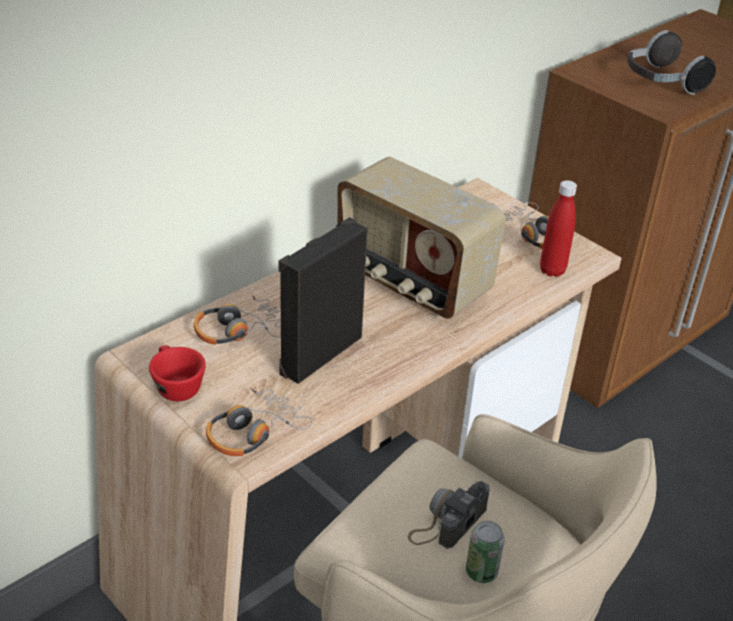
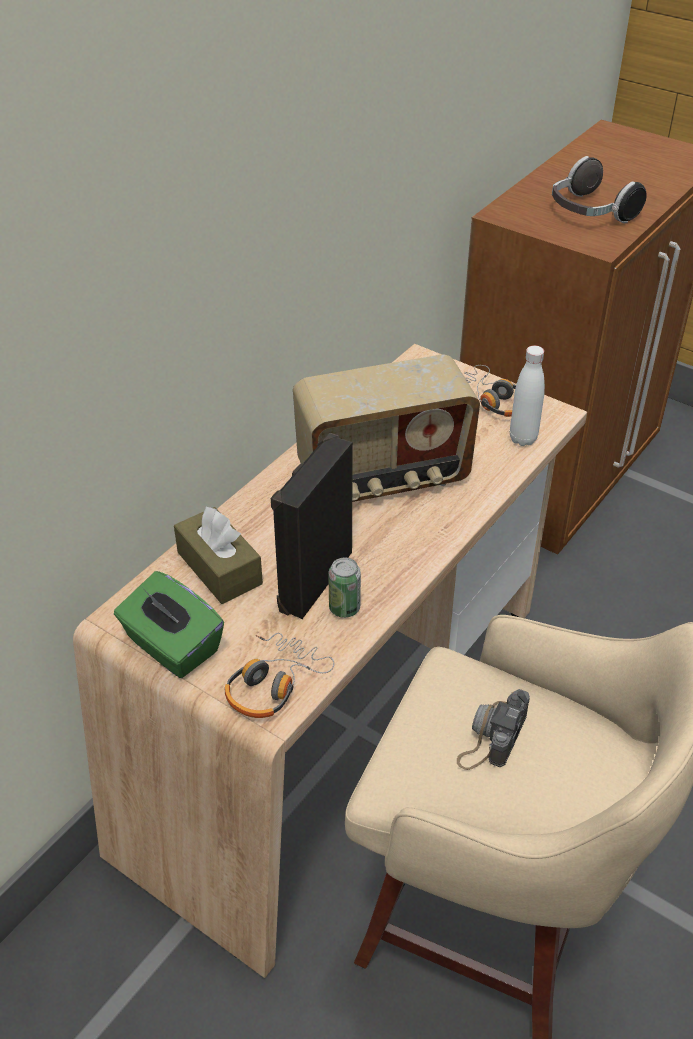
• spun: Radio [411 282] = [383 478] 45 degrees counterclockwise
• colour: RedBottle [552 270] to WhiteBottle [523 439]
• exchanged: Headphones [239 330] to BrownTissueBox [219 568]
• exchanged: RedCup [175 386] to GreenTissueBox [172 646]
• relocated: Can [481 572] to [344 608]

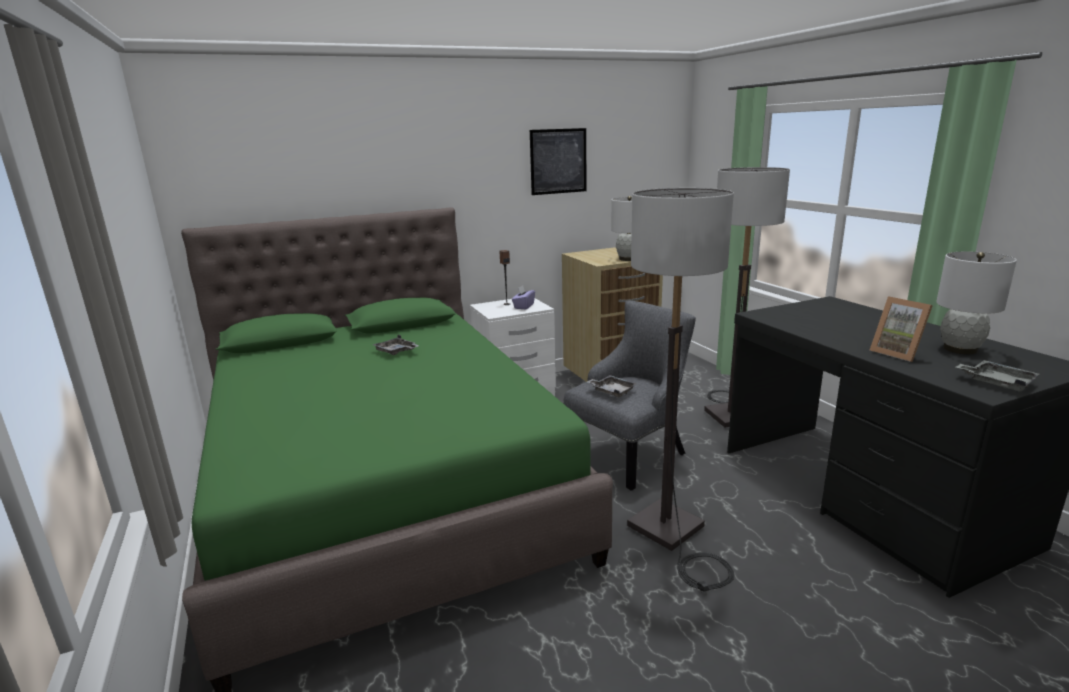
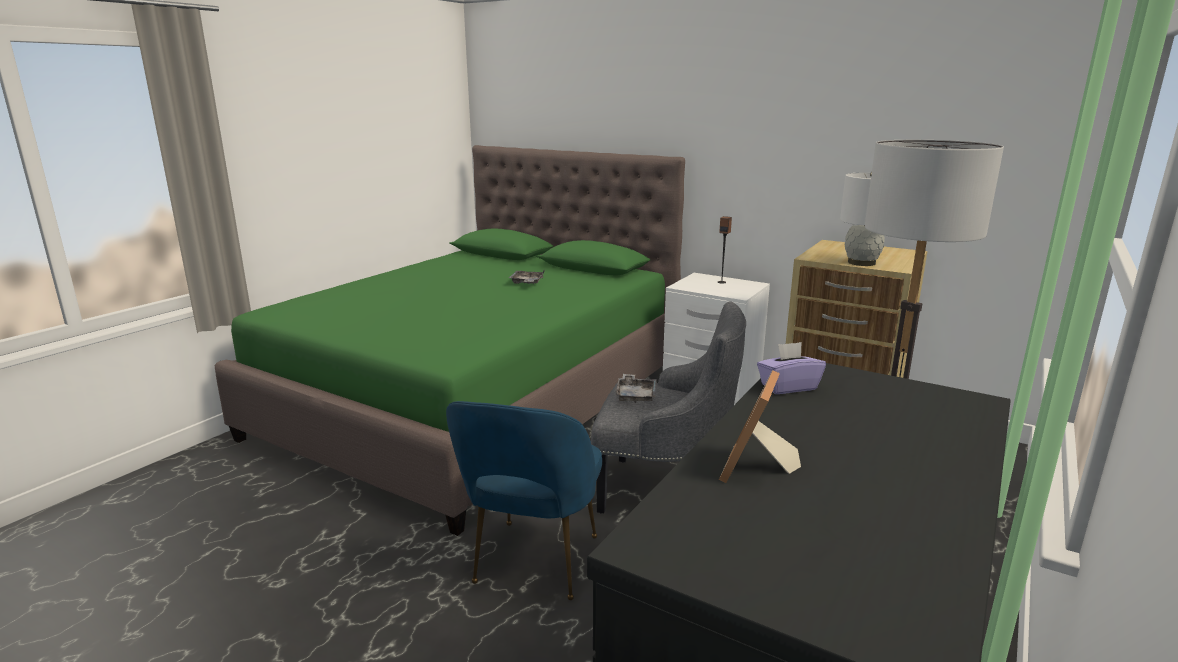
• missing: Picture [558 161]
• exchanged: FloorLamp [676 540] to BlueChair [533 567]
• missing: WhiteTableLamp [959 349]
• relocated: PurpleTissueBox [523 306] to [788 387]
• missing: GreyTray [997 382]

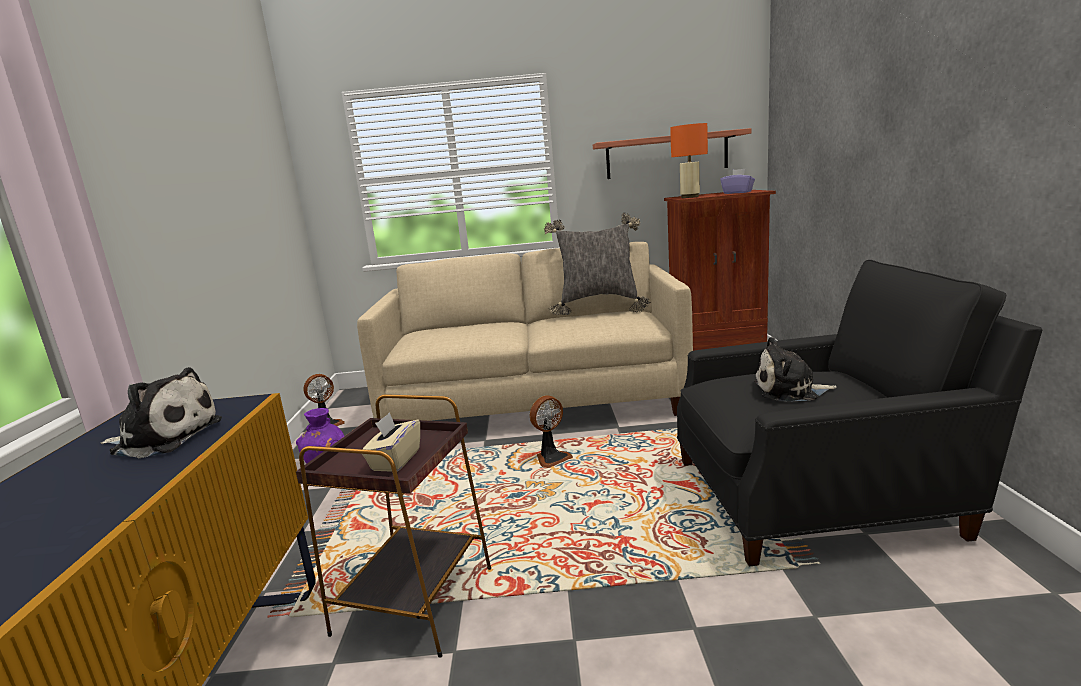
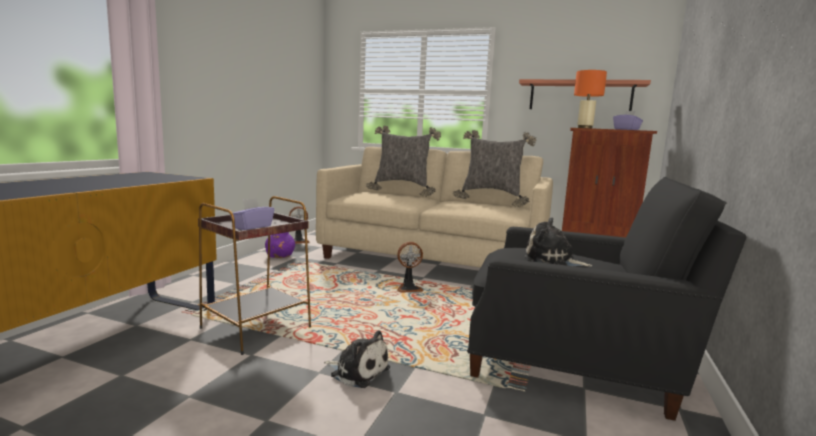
• relocated: PlushToy [164 438] to [358 371]
• colour: BeigeTissueBox [395 460] to PurpleTissueBox [252 227]
• appeared: Pillow [402 193]

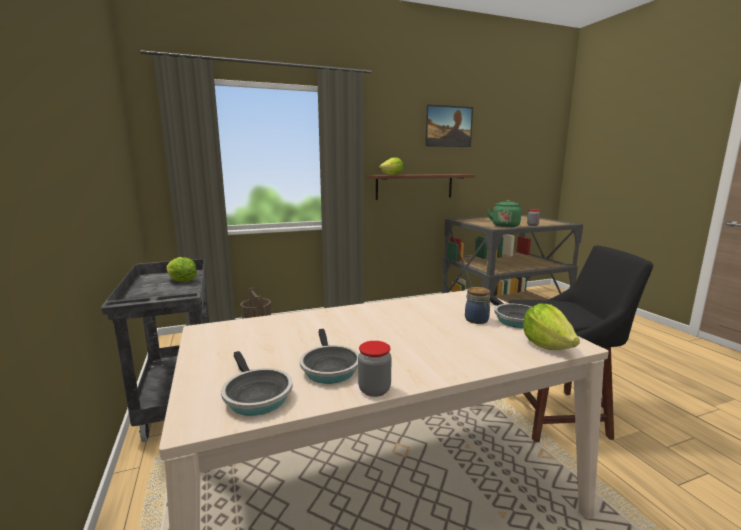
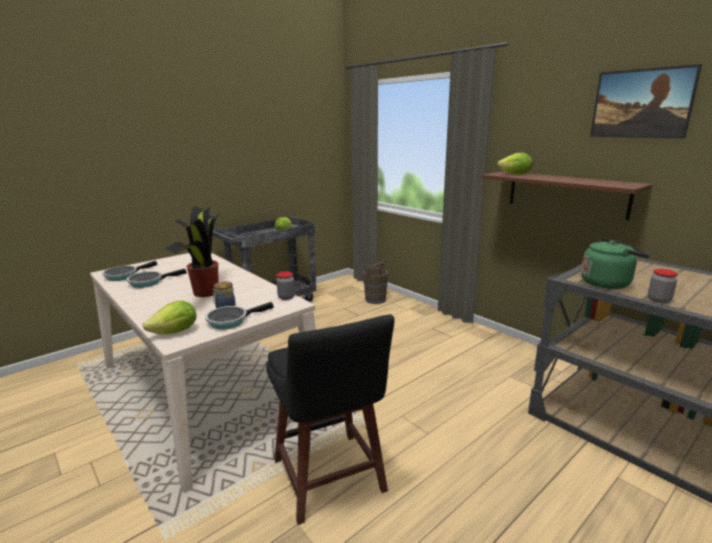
• relocated: Jar [374 390] to [286 297]
• appeared: PottedPlant [205 293]

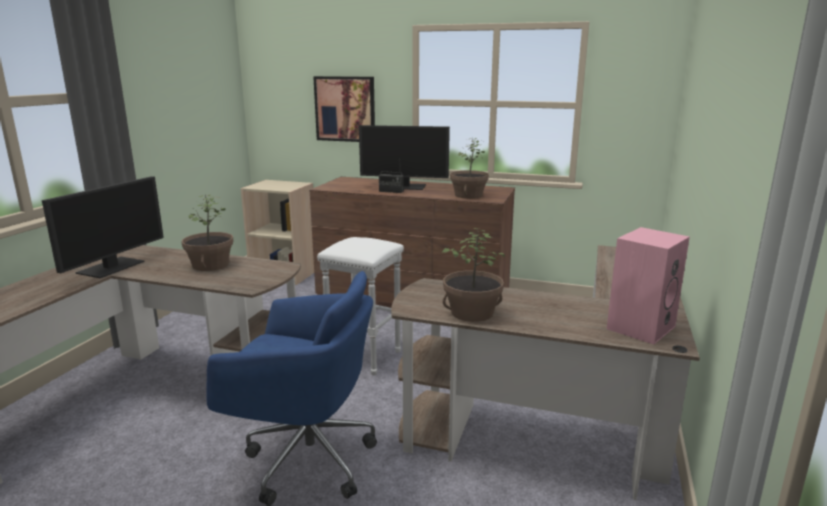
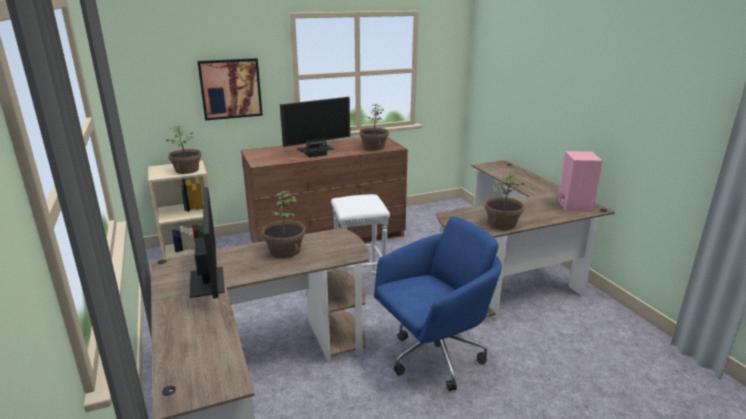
• appeared: PottedPlant [187 170]

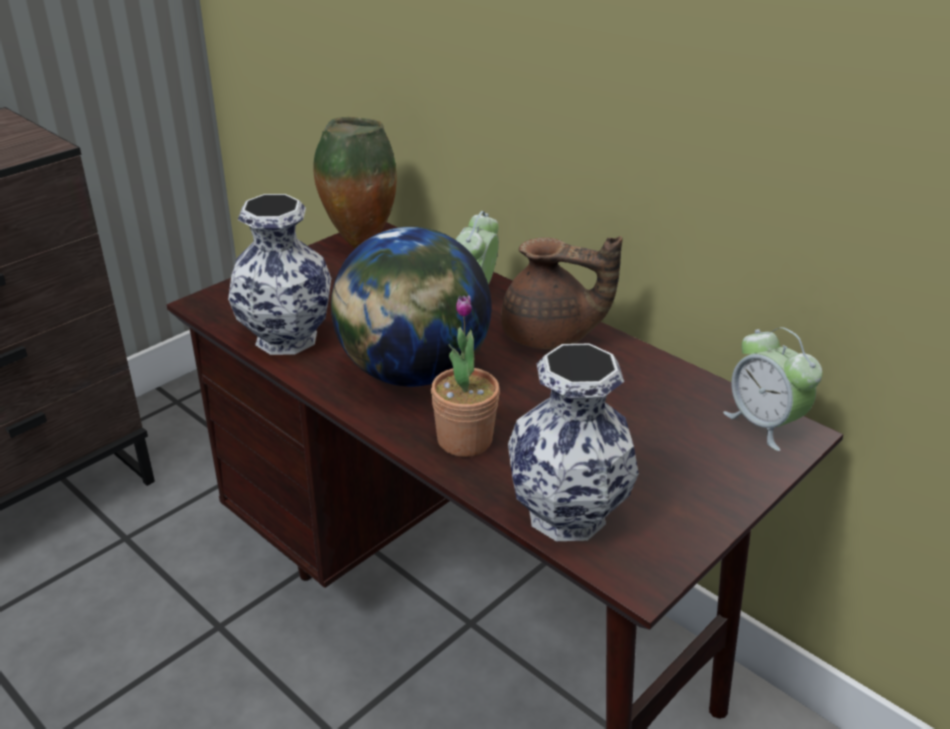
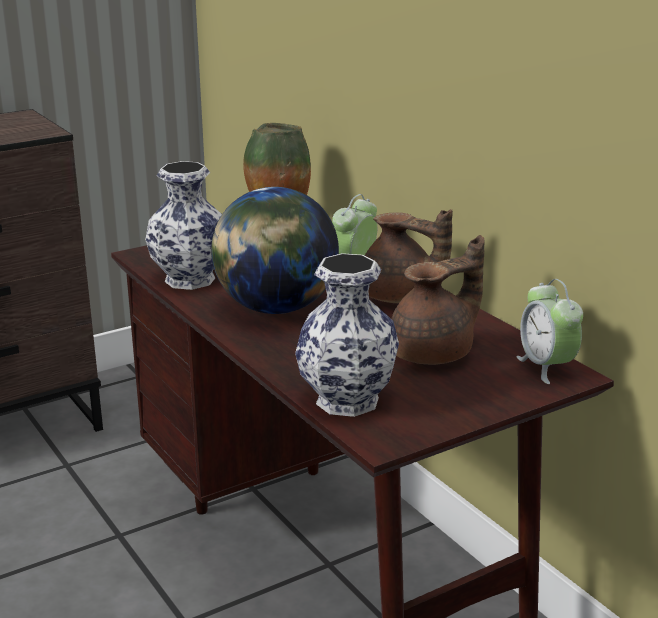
• missing: PottedPlant [464 440]
• appeared: BrownTeapot [435 353]

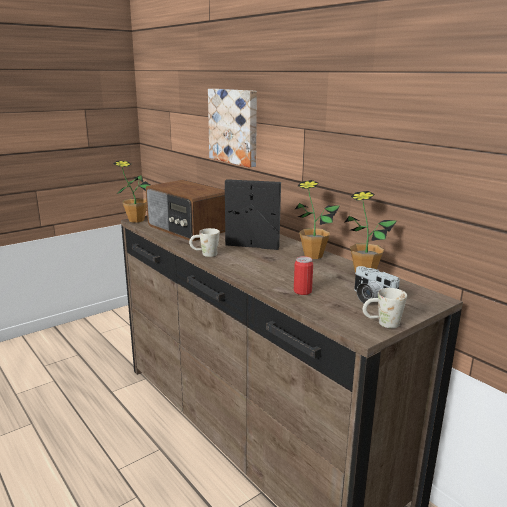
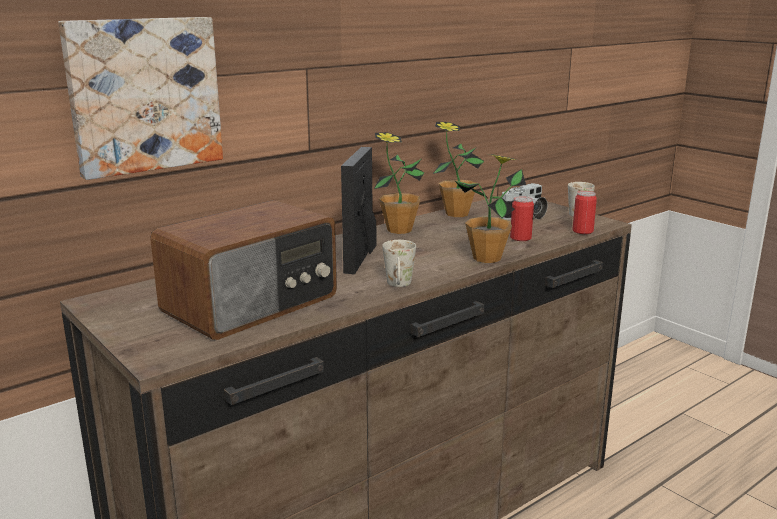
• relocated: PottedPlant [136 220] to [487 258]
• appeared: Can [582 231]

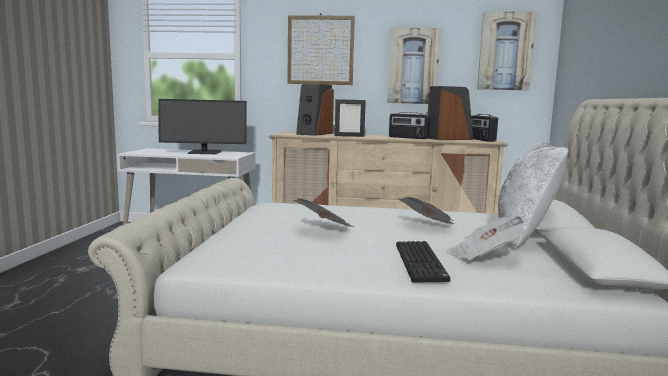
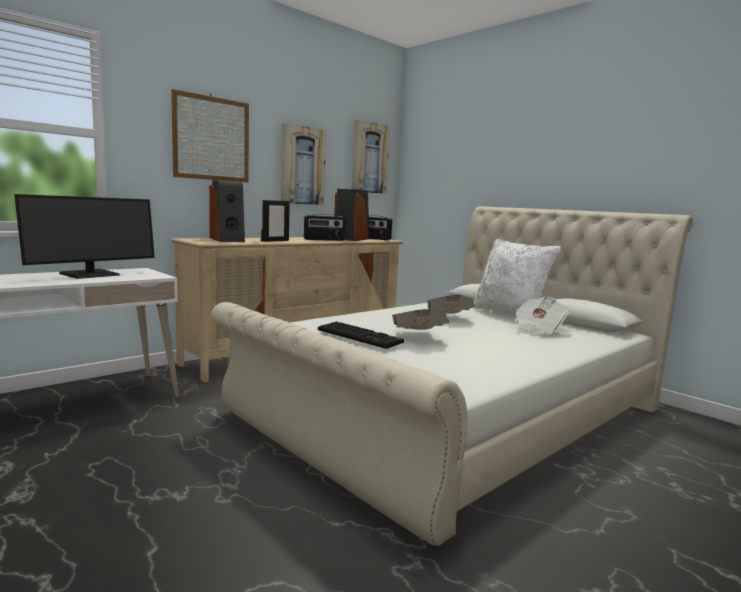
• relocated: Keyboard [422 263] to [361 336]

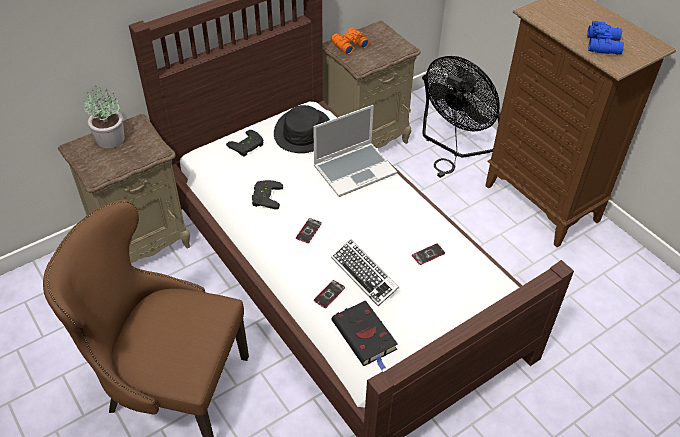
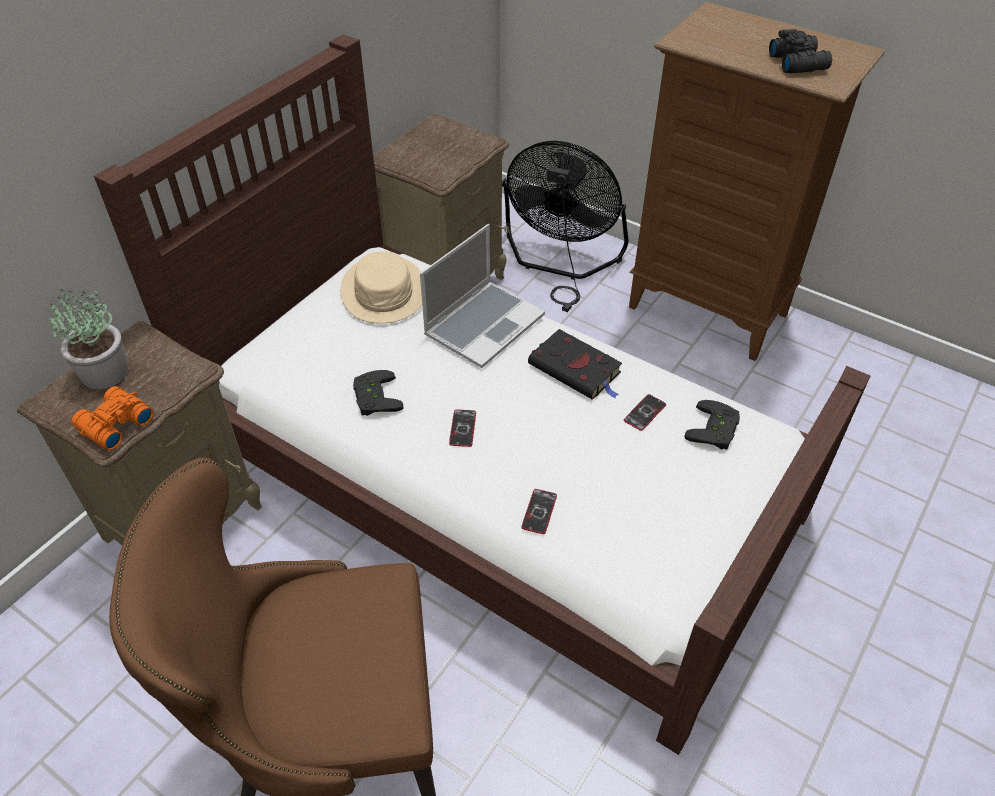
• colour: BlueBinoculars [604 45] to BlackBinoculars [798 62]
• relocated: OrangeBinoculars [348 45] to [114 424]
• colour: BlackHat [303 132] to BeigeHat [384 291]
• relocated: BlackGameController [247 146] to [716 430]
• missing: Keyboard [364 275]
• relocated: BlackBook [365 337] to [577 370]

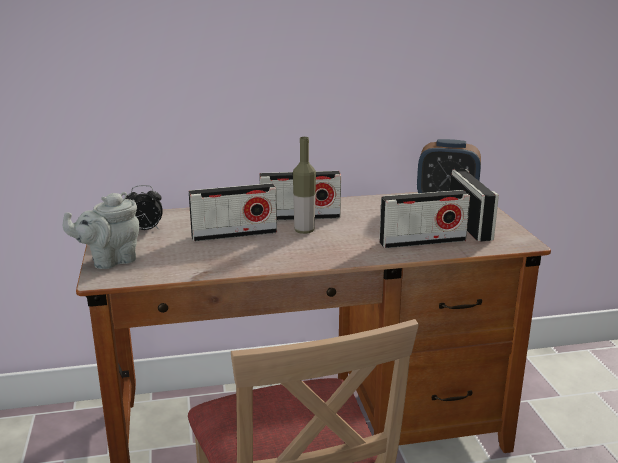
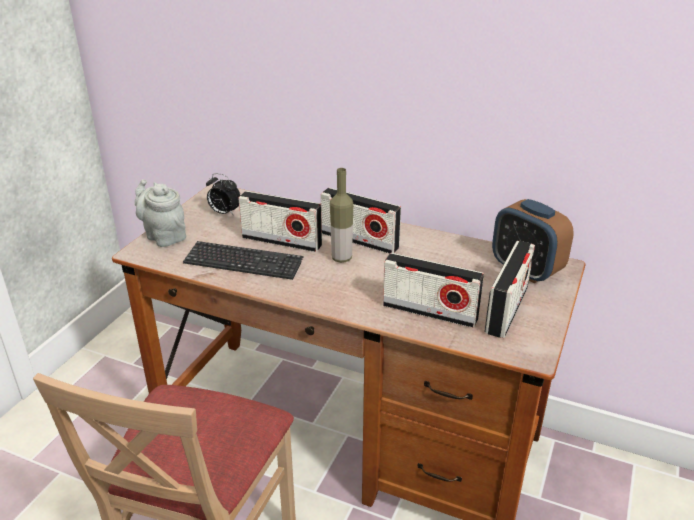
• spun: GreyTeapot [110 261] = [164 236] 45 degrees clockwise
• appeared: Keyboard [243 262]

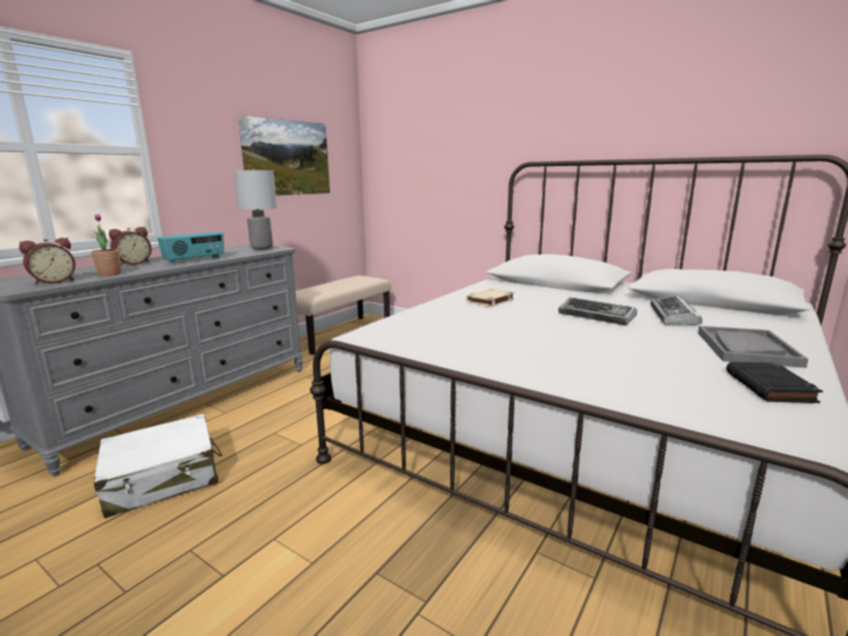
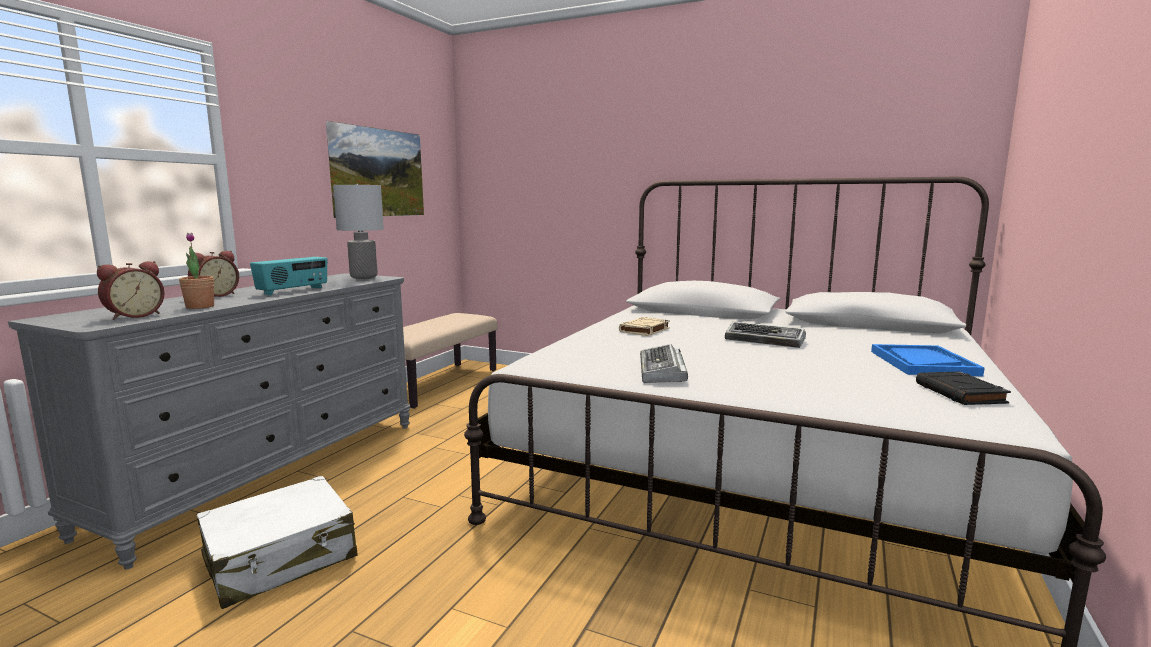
• relocated: Keyboard [674 316] to [662 371]
• colour: GreyTray [746 348] to BlueTray [922 363]

